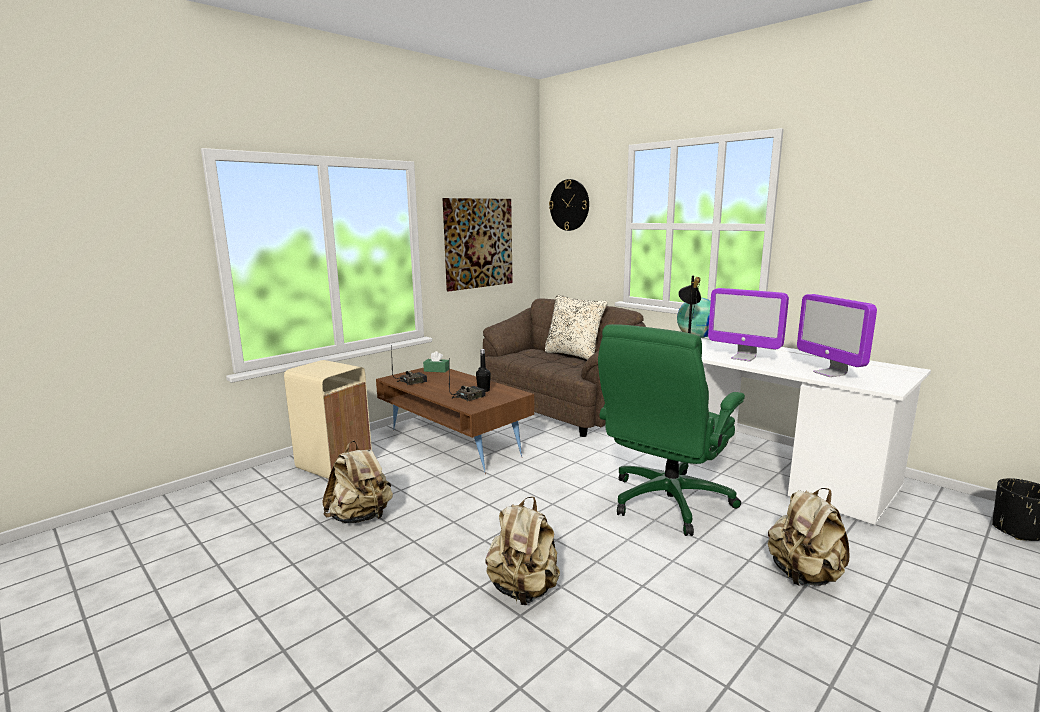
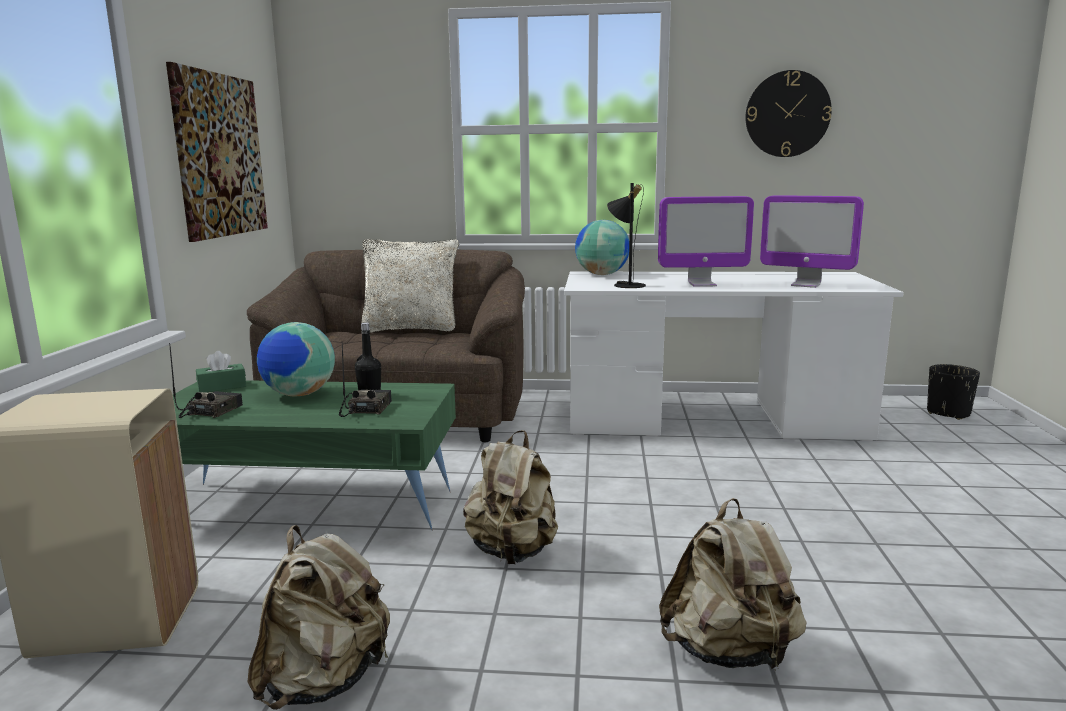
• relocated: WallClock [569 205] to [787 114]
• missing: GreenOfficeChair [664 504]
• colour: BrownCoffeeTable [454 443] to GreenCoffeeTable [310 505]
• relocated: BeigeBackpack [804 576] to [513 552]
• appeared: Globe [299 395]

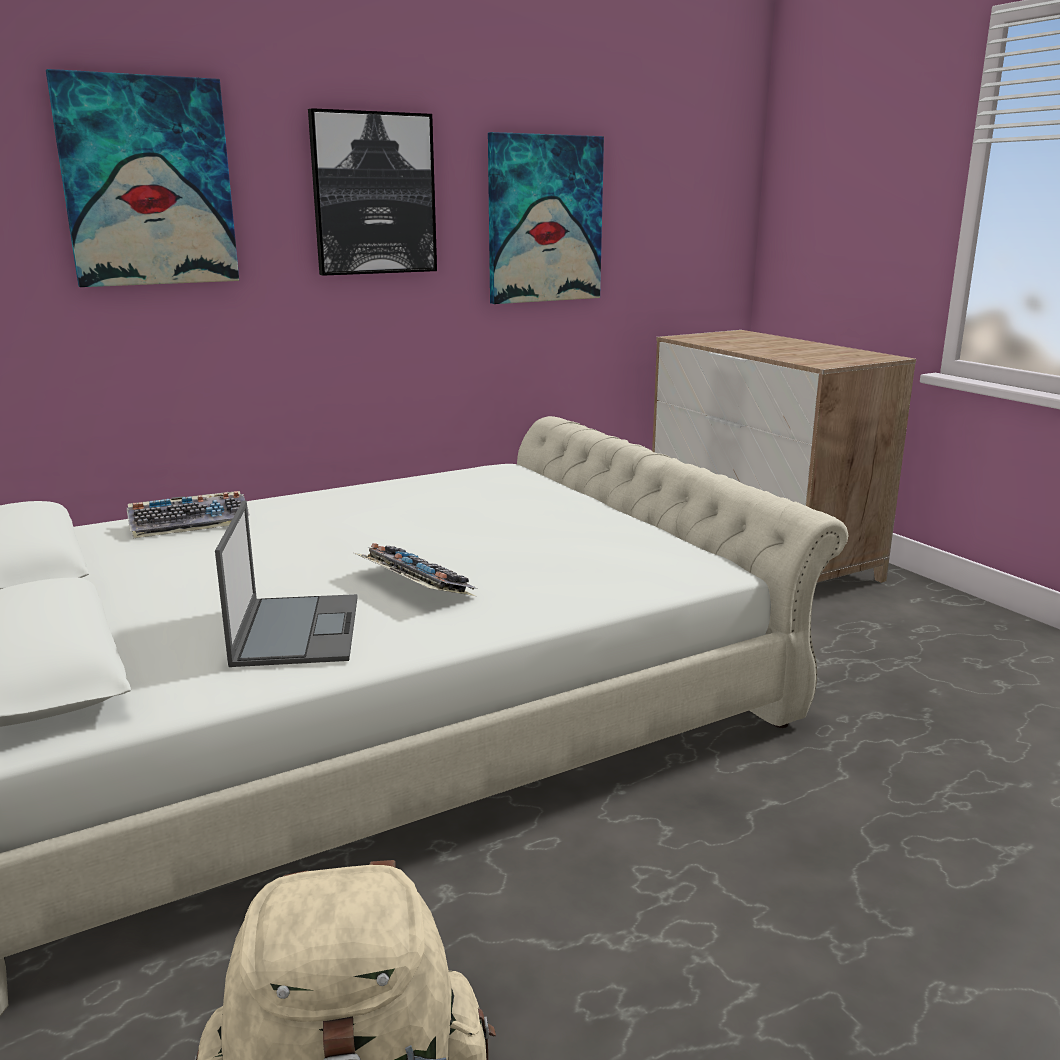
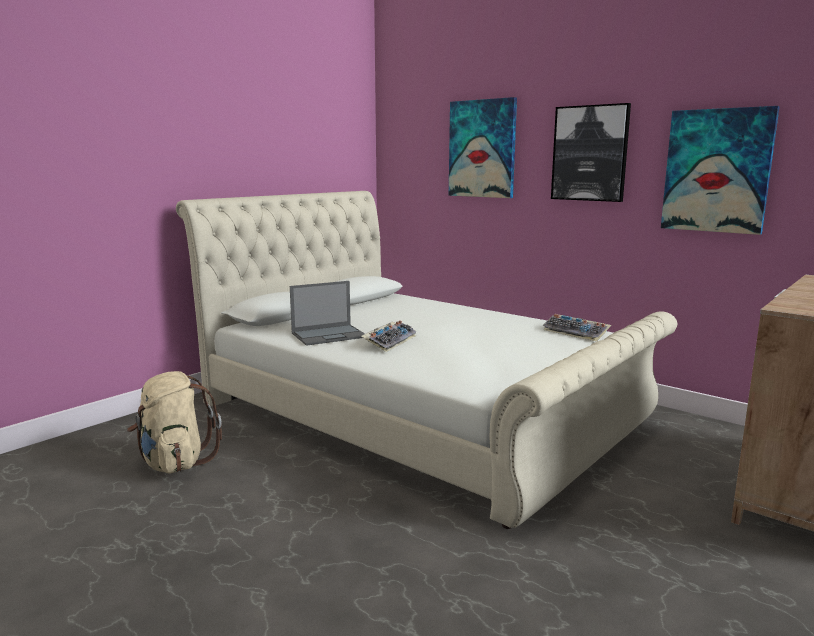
• relocated: Keyboard [191 523] to [577 333]

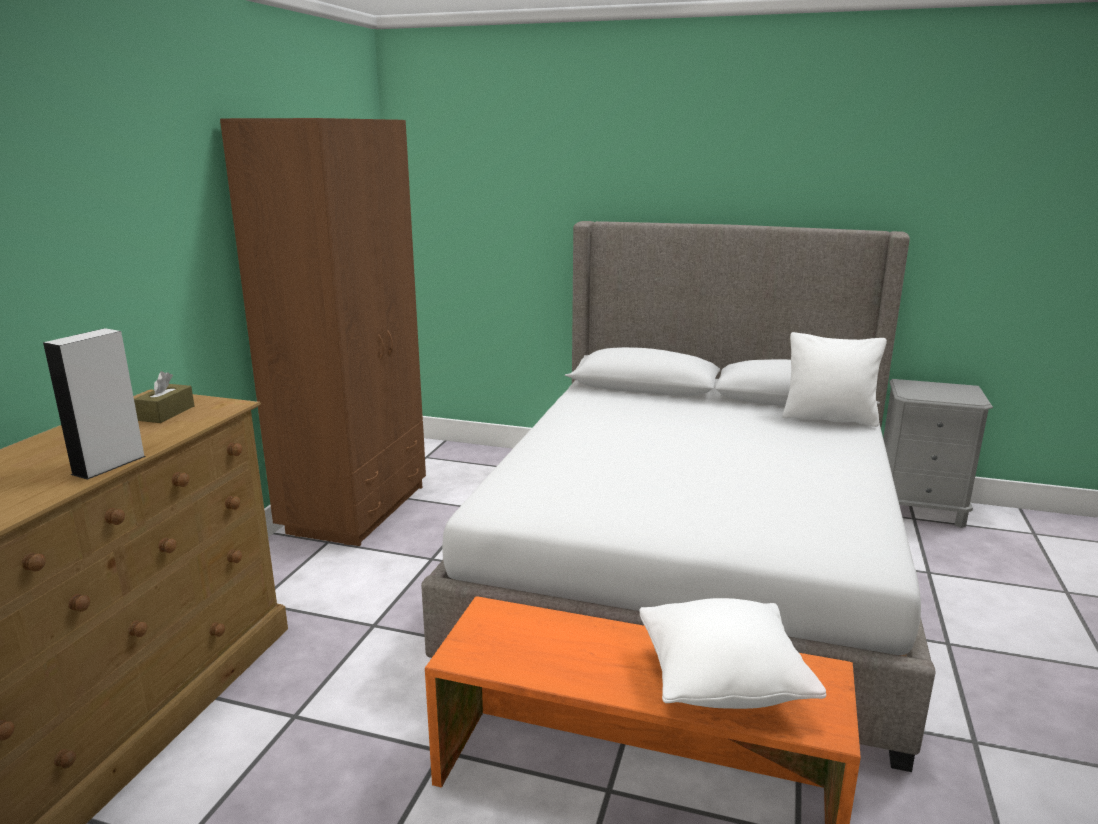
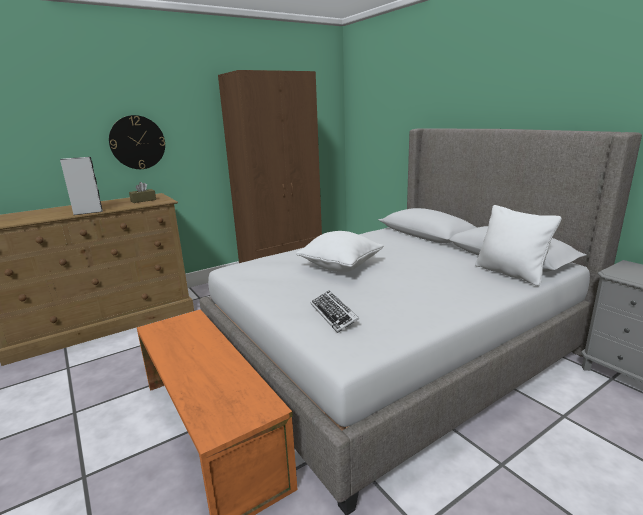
• relocated: WhitePillow [722 684] to [340 267]
• appeared: WallClock [137 142]
• appeared: Keyboard [334 314]

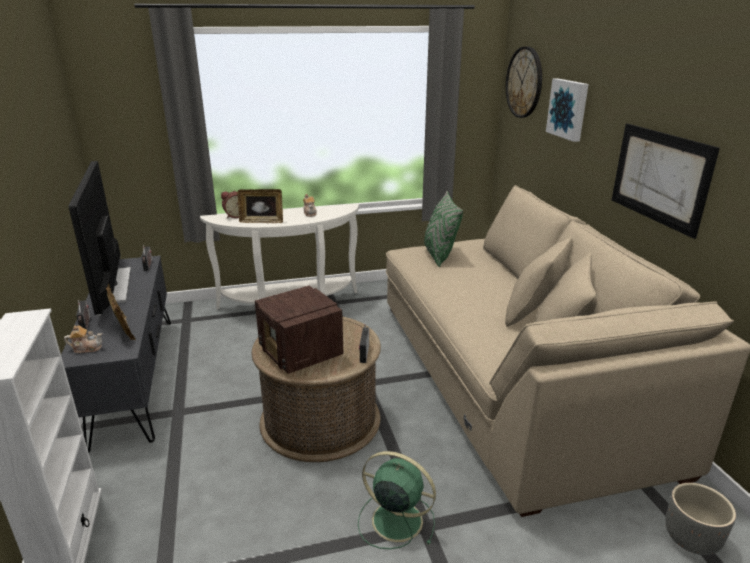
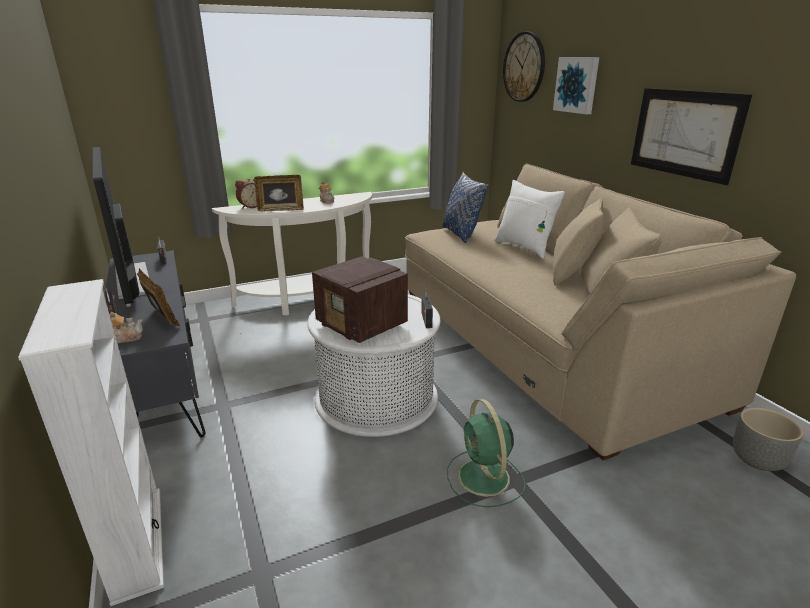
• colour: GreenPillow [439 255] to BluePillow [460 234]
• colour: BrownCoffeeTable [320 420] to WhiteCoffeeTable [376 397]
• spun: GreenFan [395 520] = [484 479] 120 degrees counterclockwise
• appeared: WhitePillow [524 248]

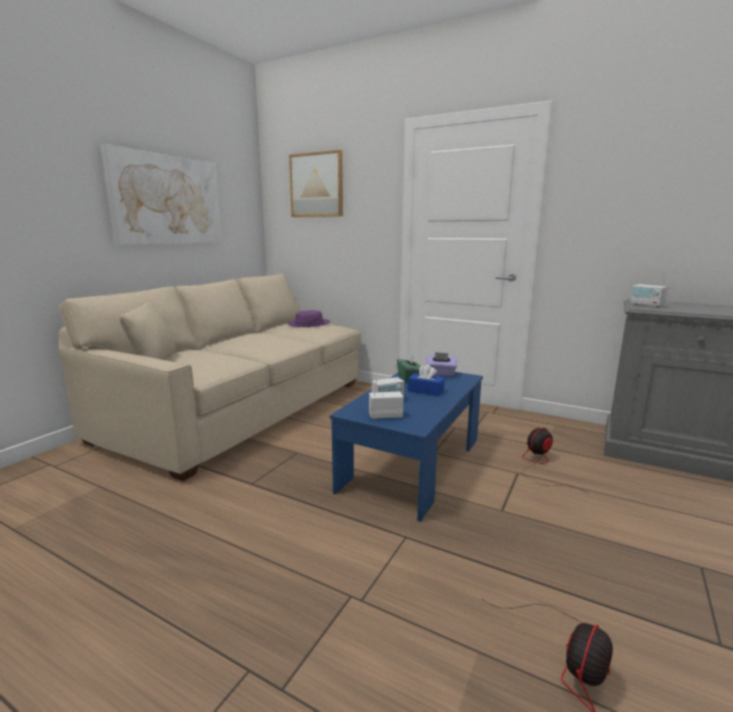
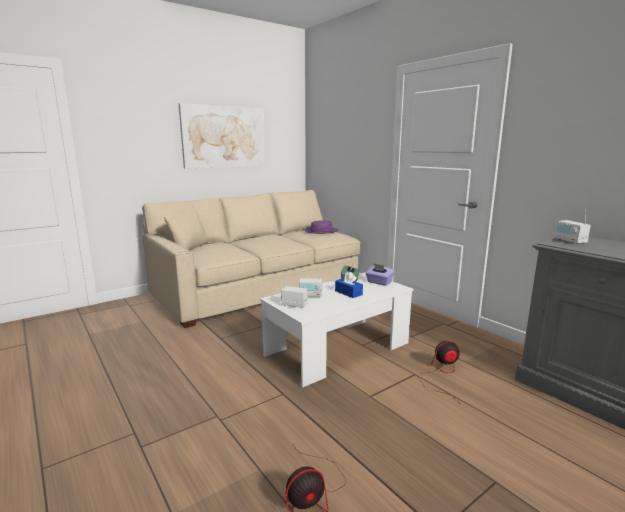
• missing: Picture [316 185]
• colour: BlueCoffeeTable [413 463] to WhiteCoffeeTable [338 349]

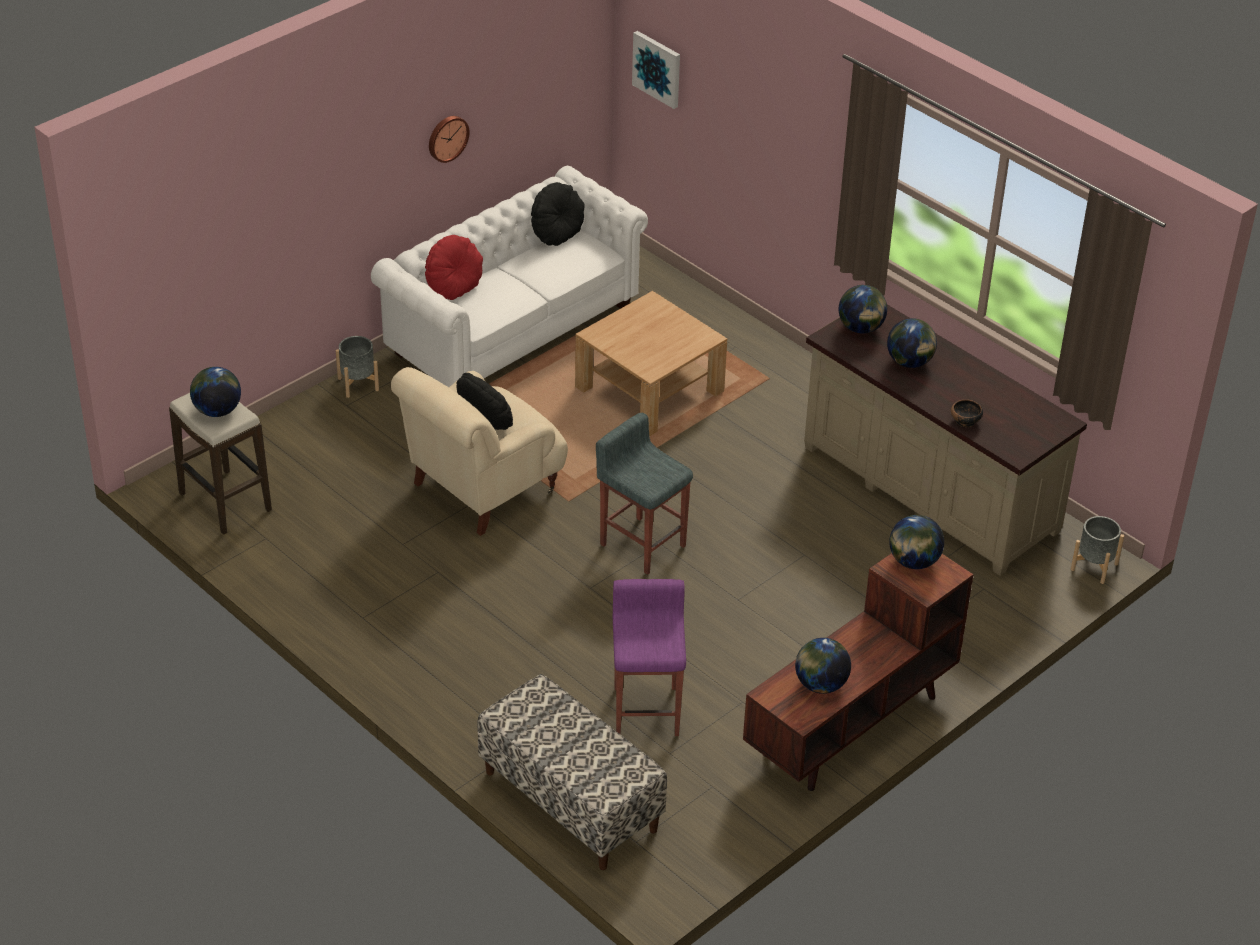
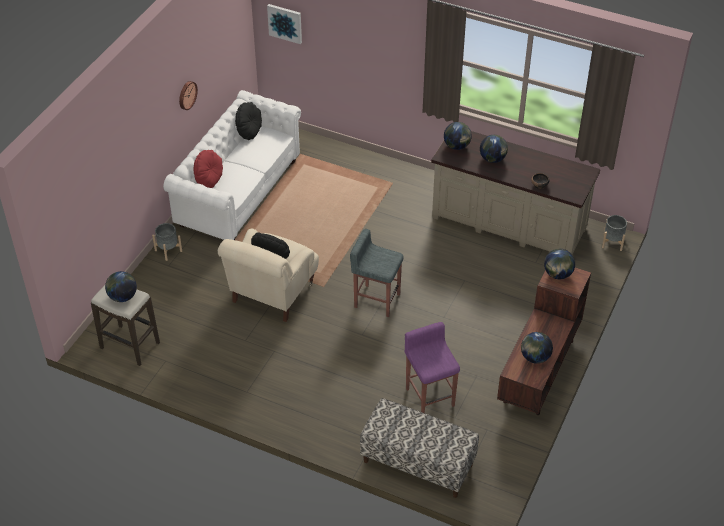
• missing: BrownCoffeeTable [649 389]

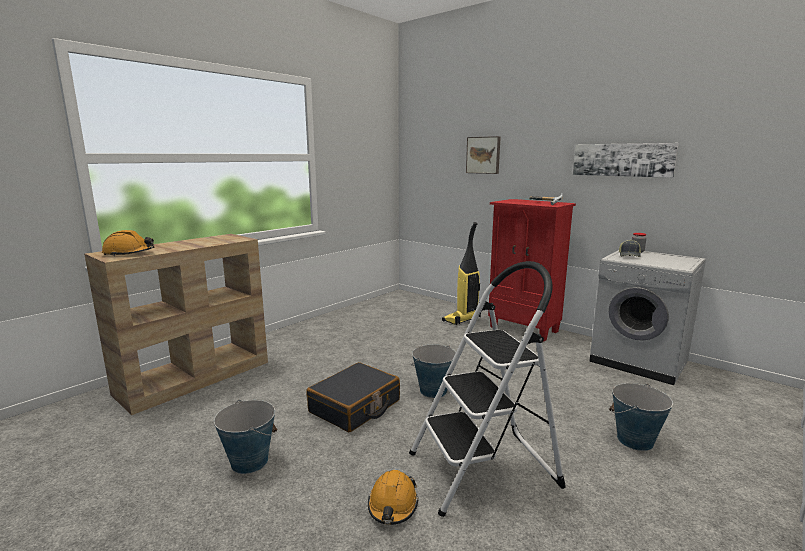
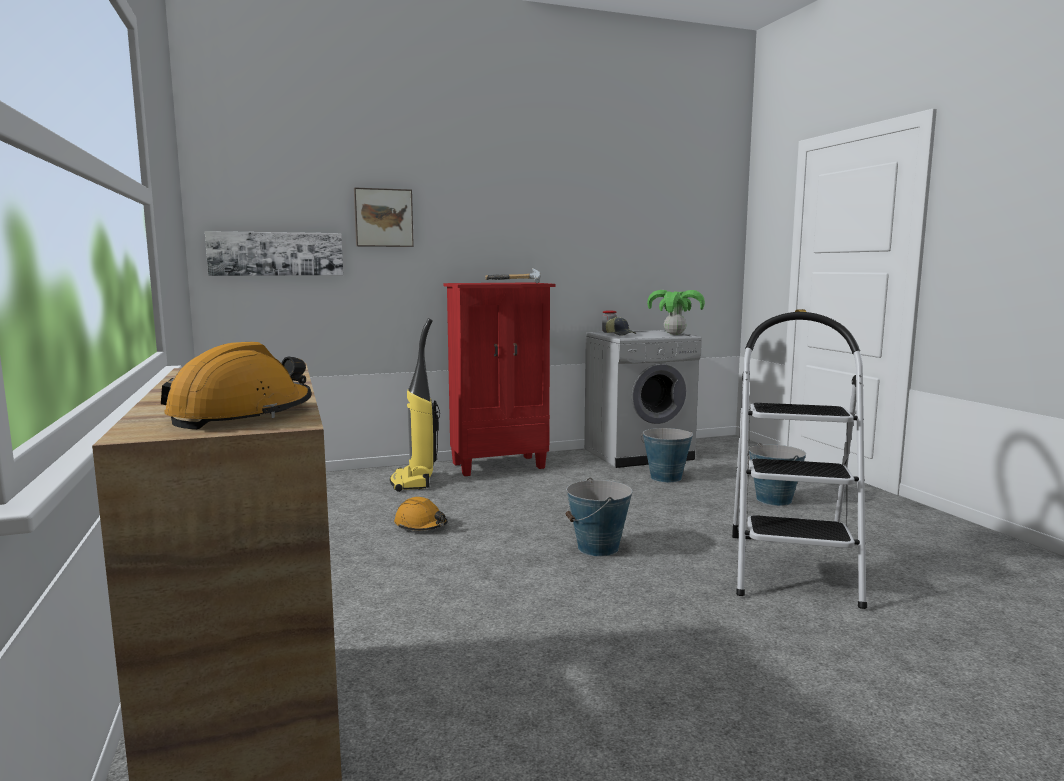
• relocated: Picture [622 160] to [276 254]
• missing: BlackSuitcase [355 407]
• relocated: Bucket [249 461] to [665 478]
• relocated: OrangeHardHat [392 505] to [421 526]
• appeared: PottedPlant [674 334]

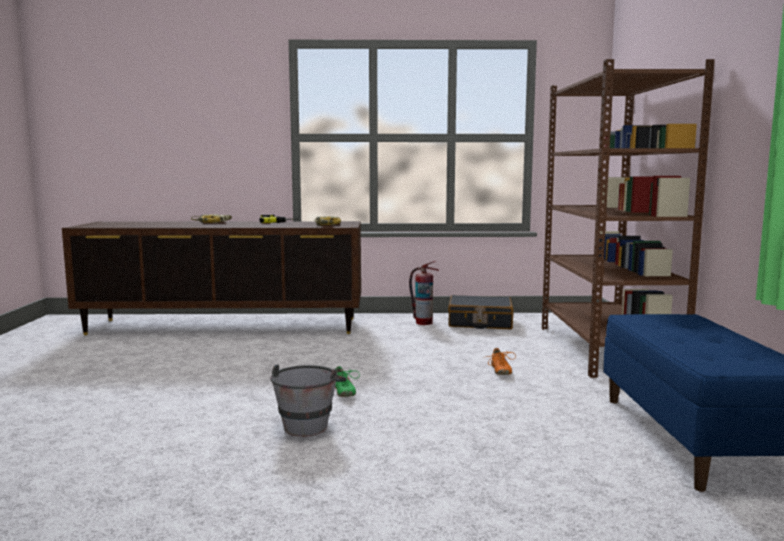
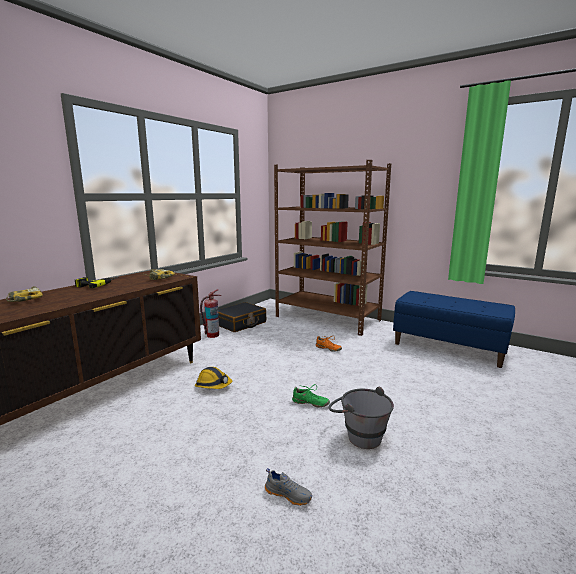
• appeared: HardHat [213 385]
• appeared: GreyShoe [288 494]

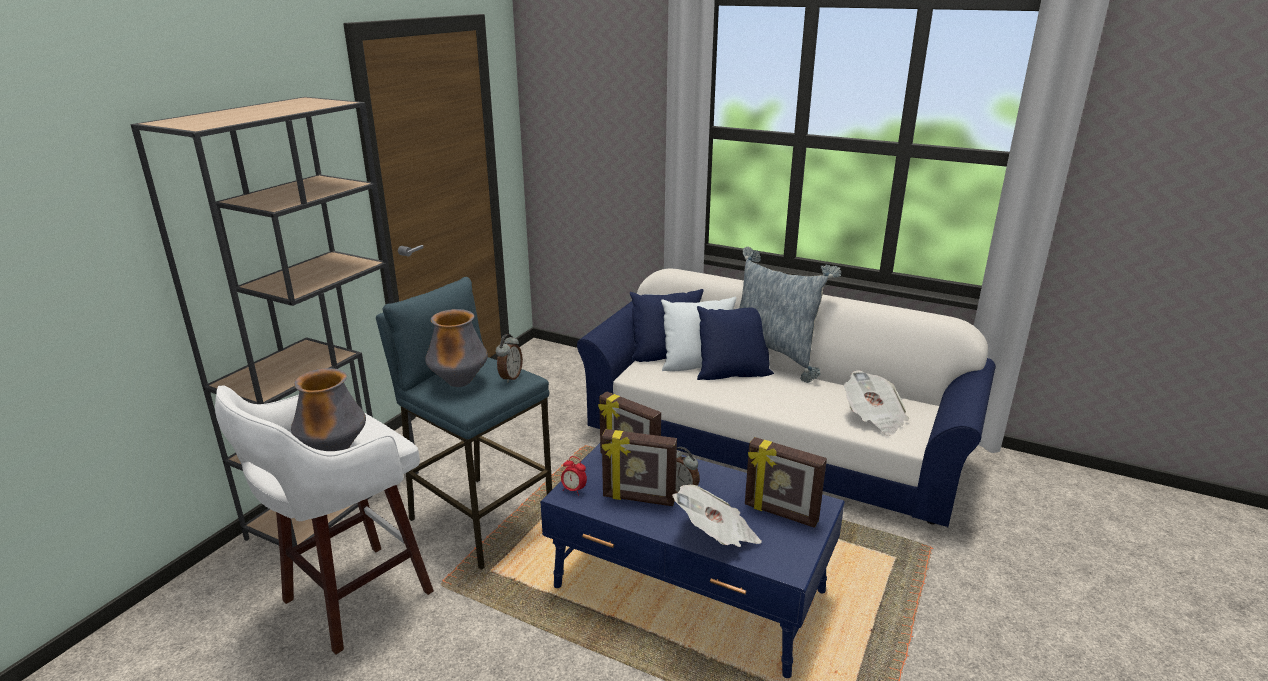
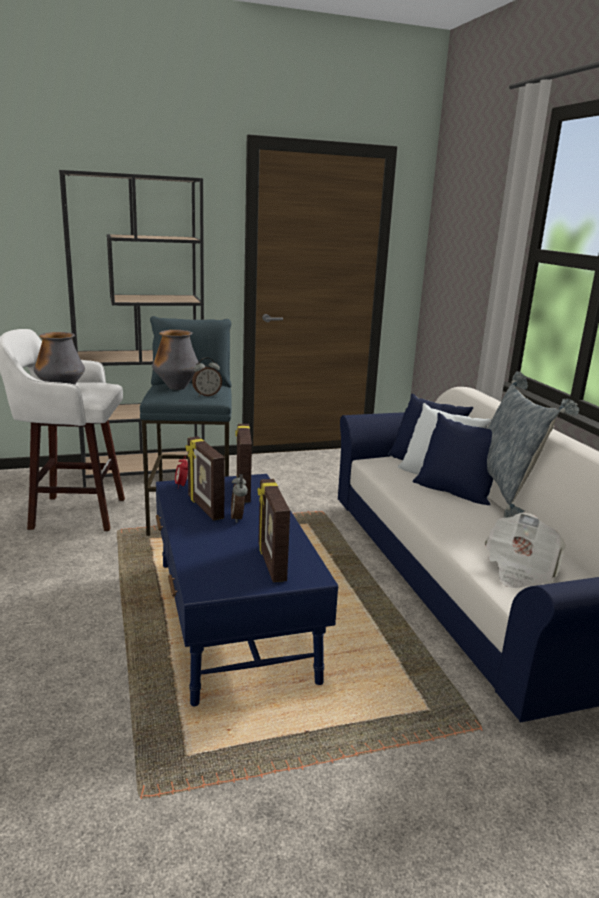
• missing: Newspaper [716 535]

